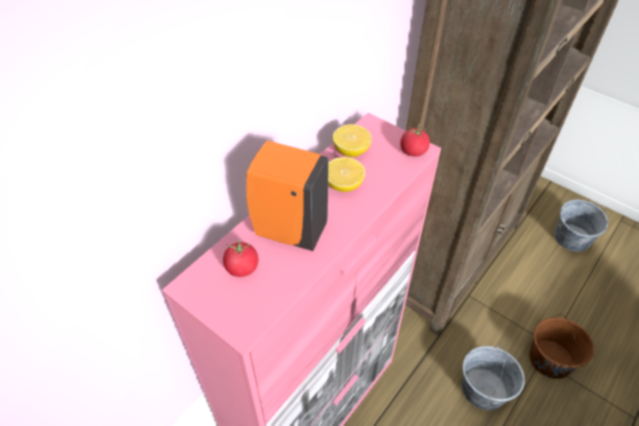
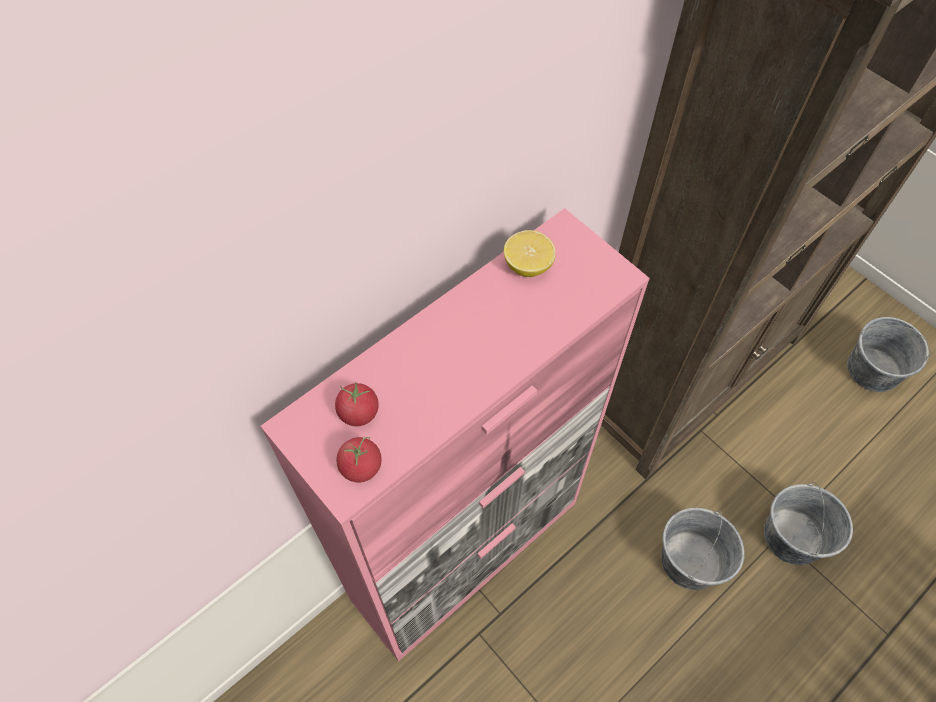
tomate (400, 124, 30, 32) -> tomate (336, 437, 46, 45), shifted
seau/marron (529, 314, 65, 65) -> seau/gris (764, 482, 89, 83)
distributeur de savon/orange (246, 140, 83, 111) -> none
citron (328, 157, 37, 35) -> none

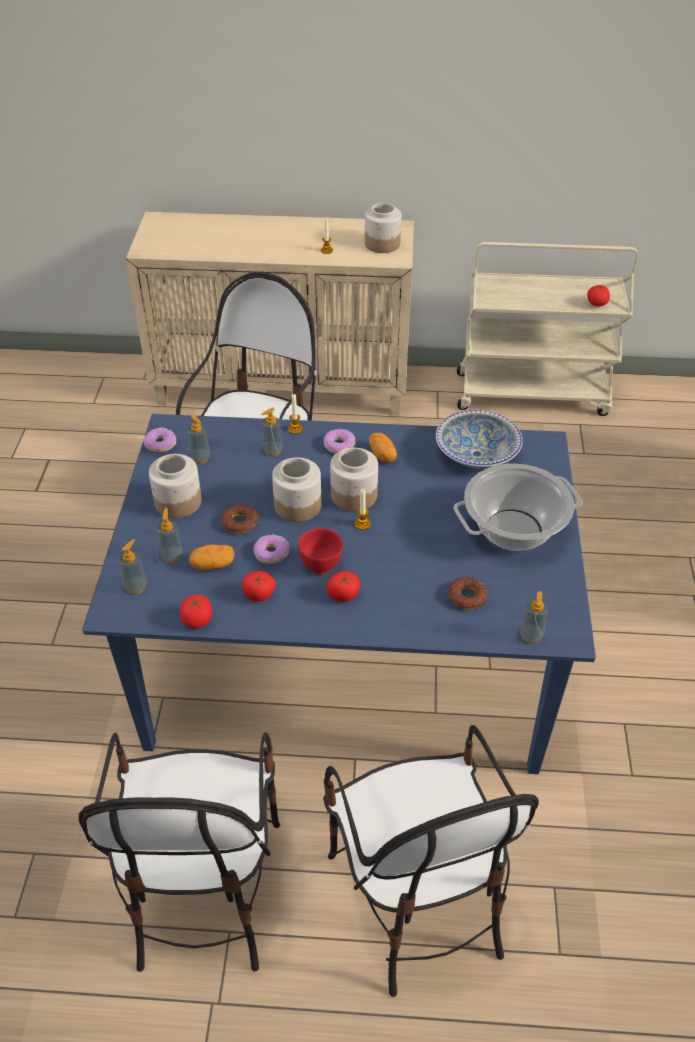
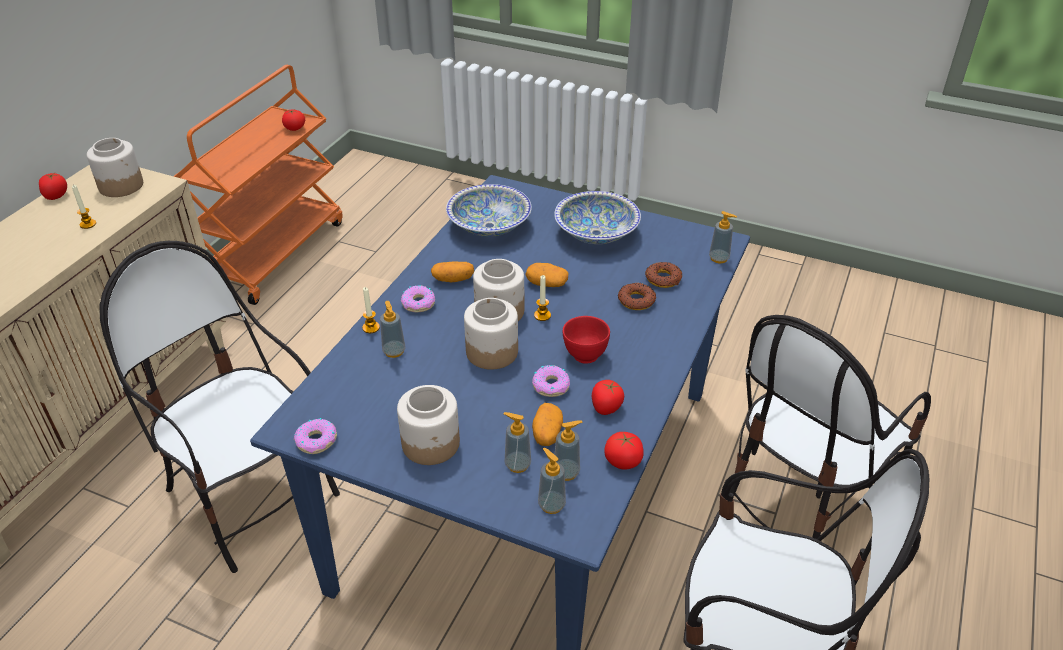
tomate (326, 571, 34, 31) -> tomate (39, 172, 28, 28), shifted
chariot/beige (457, 242, 181, 174) -> chariot/orange (174, 65, 169, 240)
none -> pomme de terre (525, 263, 43, 24)
marmite (453, 464, 130, 87) -> bol (554, 191, 87, 53)
distributeur de savon (188, 415, 22, 49) -> distributeur de savon (555, 420, 27, 61), shifted
beignet (221, 504, 38, 29) -> beignet (618, 282, 38, 28), shifted
chaise (323, 725, 216, 272) -> chaise (729, 315, 202, 224), 135 degrees clockwise

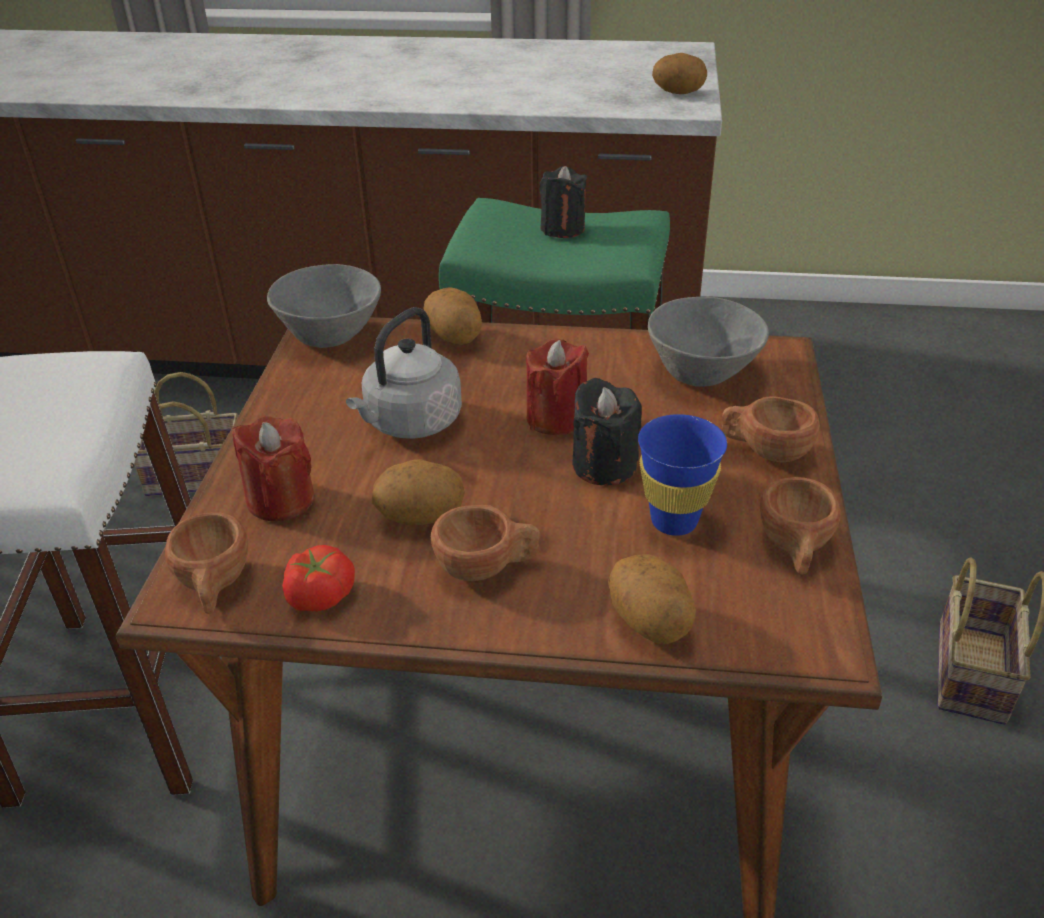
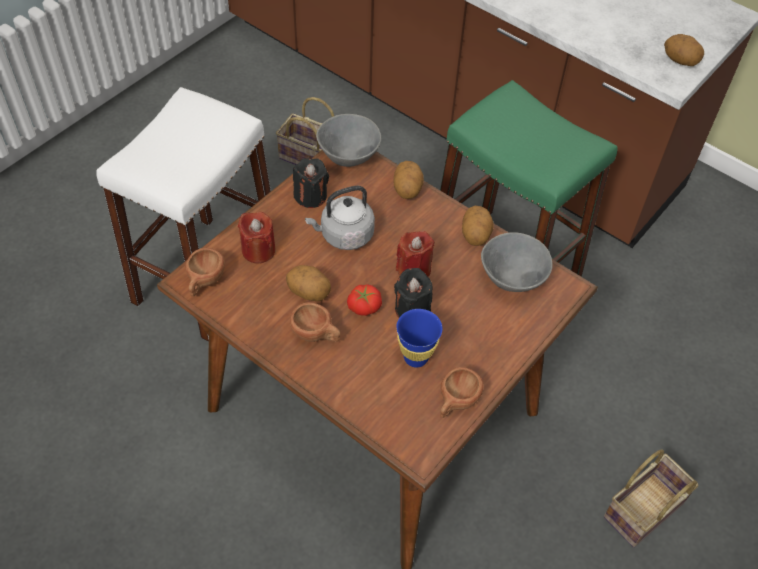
bougie/noir (540, 166, 47, 72) -> bougie/noir (293, 158, 36, 50), shifted
tomate (282, 545, 73, 66) -> tomate (347, 284, 35, 32), shifted
pomme de terre (608, 554, 88, 90) -> pomme de terre (462, 206, 31, 40), shifted
tasse/marron (722, 396, 98, 66) -> none

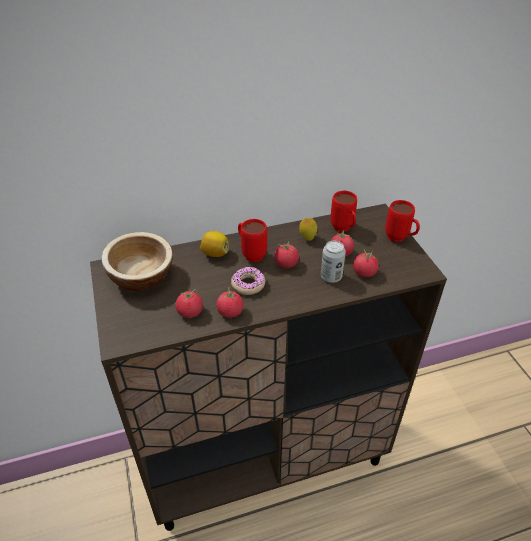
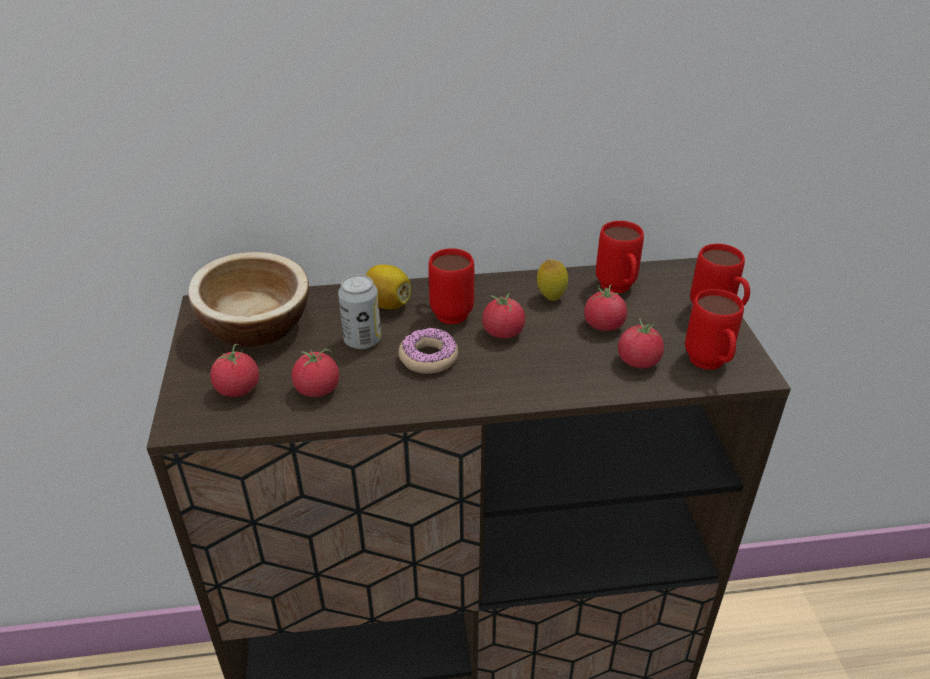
tomate (216, 287, 27, 31) -> tomate (210, 344, 49, 53), shifted
boîte métallique (321, 241, 25, 42) -> boîte métallique (338, 274, 43, 75), shifted
none -> mug/rouge (685, 289, 59, 81)

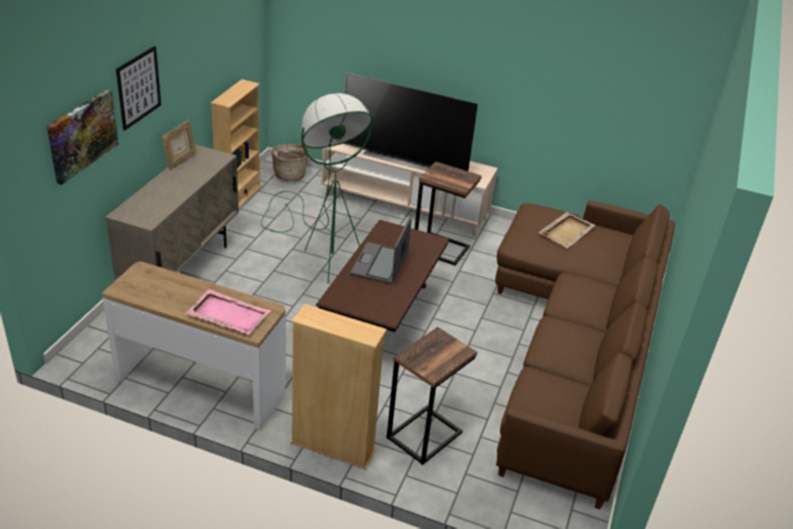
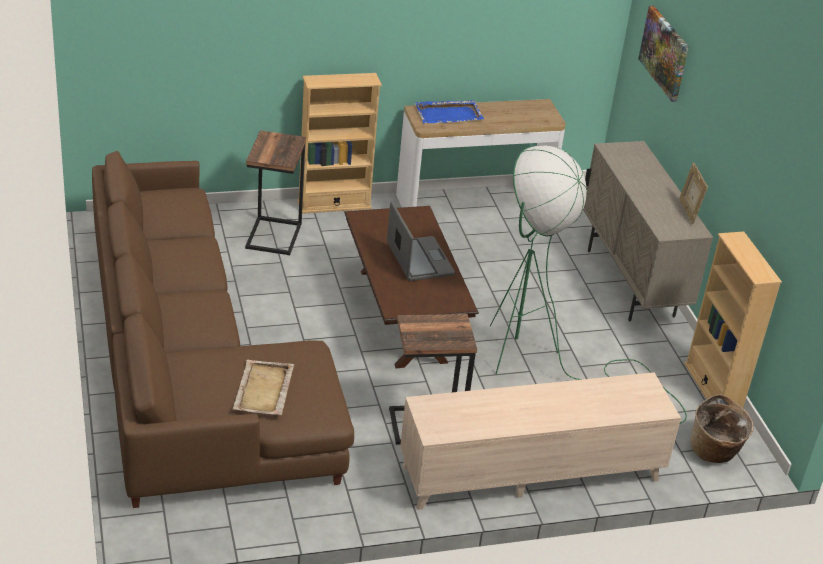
plateau/rose (185, 289, 86, 46) -> plateau/bleu (415, 100, 69, 23)
tableau (116, 46, 45, 85) -> none
téléviseur (343, 72, 135, 99) -> none

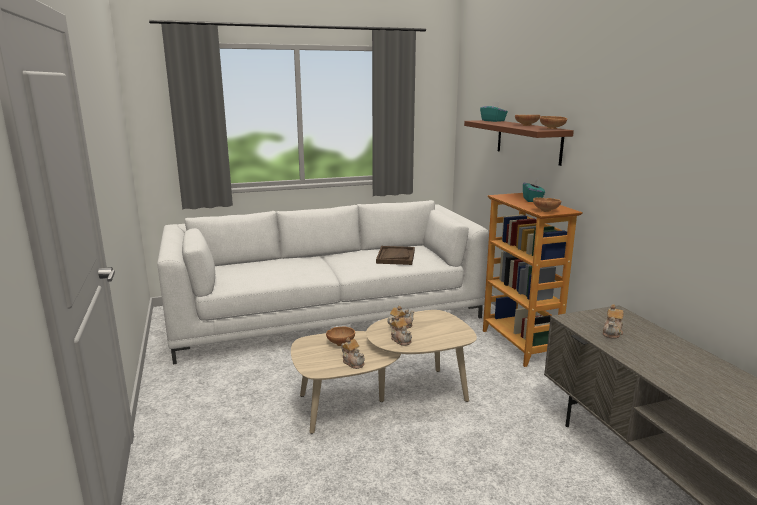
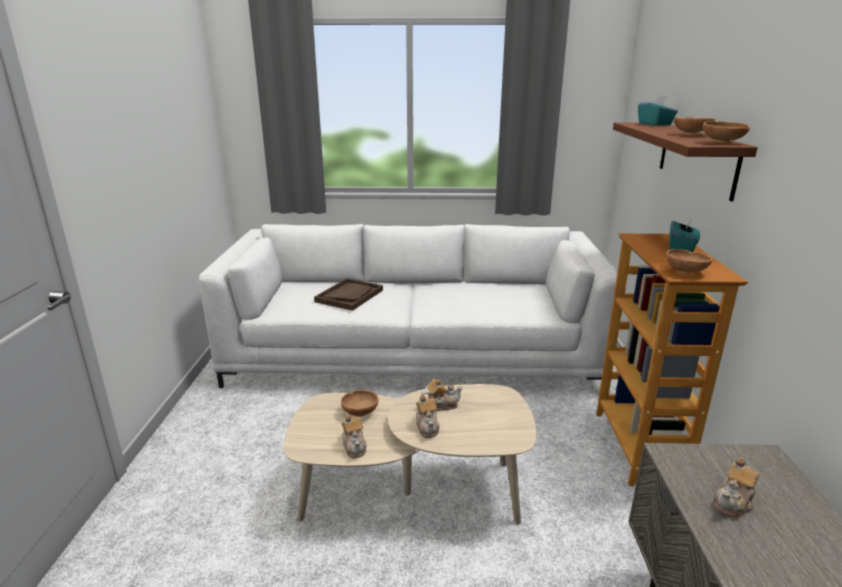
plateau/marron (376, 246, 39, 19) -> plateau/marron (314, 278, 69, 33), shifted

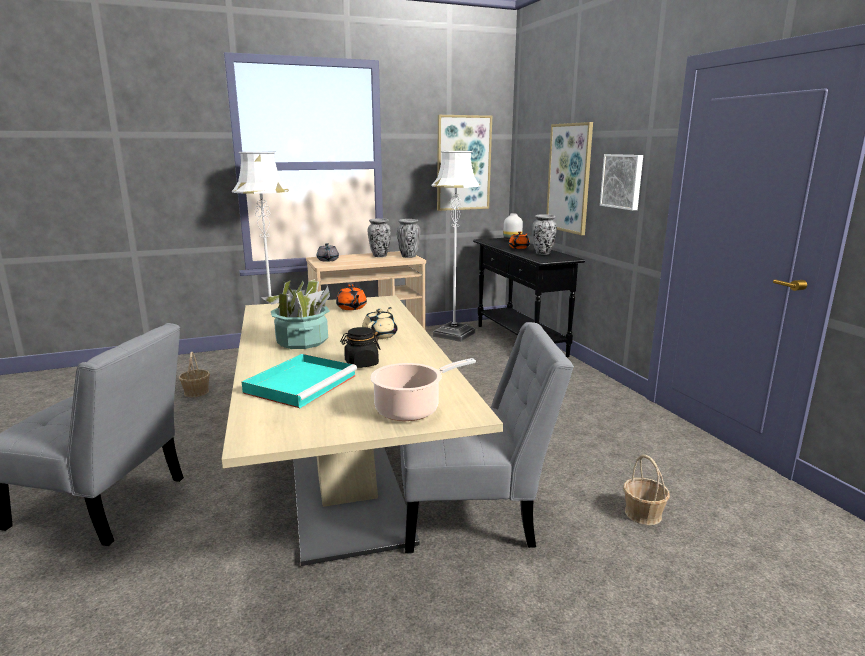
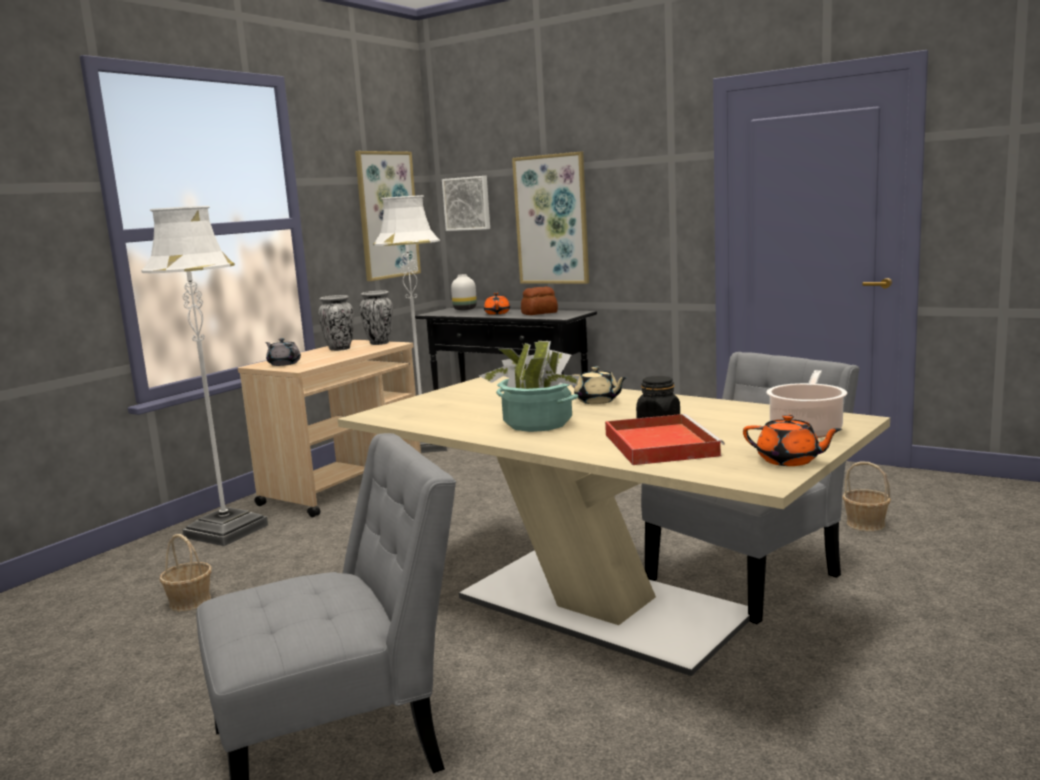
tableau (600, 154, 43, 56) -> tableau (442, 176, 48, 55), shifted
vase (532, 214, 25, 41) -> pain (521, 286, 37, 29)
théière/beige (362, 307, 36, 33) -> théière/beige (572, 367, 55, 37), 150 degrees clockwise
plateau/turquoise (242, 354, 115, 54) -> plateau/rouge (605, 414, 120, 51)
théière/orange (336, 284, 31, 26) -> théière/orange (743, 414, 99, 52), shifted

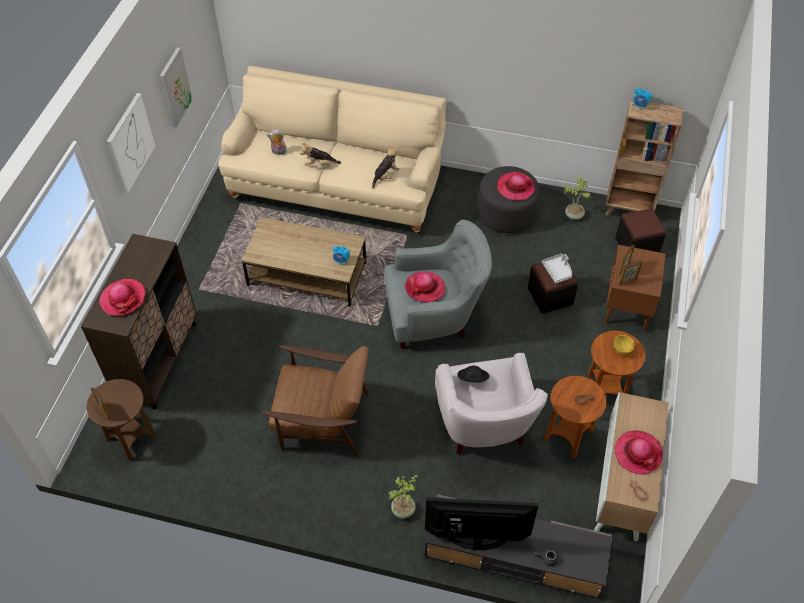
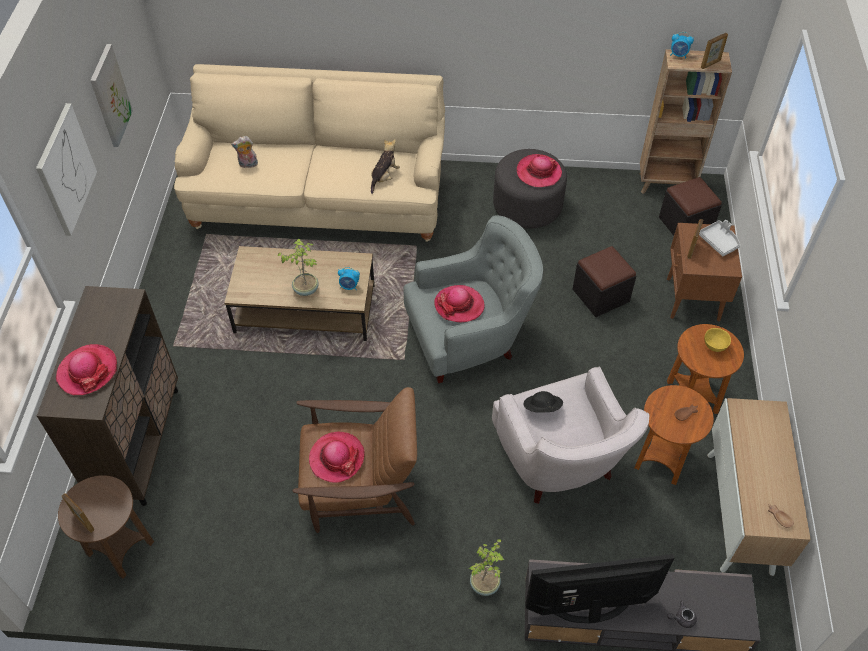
plante en pot (562, 177, 29, 43) -> plante en pot (277, 239, 42, 57), shifted
chapeau (614, 430, 49, 45) -> chapeau (309, 432, 56, 51), shifted
plateau/gris (542, 254, 30, 29) -> plateau/gris (699, 220, 41, 36), shifted
cadre photo (618, 260, 25, 26) -> cadre photo (701, 33, 27, 36), shifted
peluche (300, 143, 41, 23) -> none

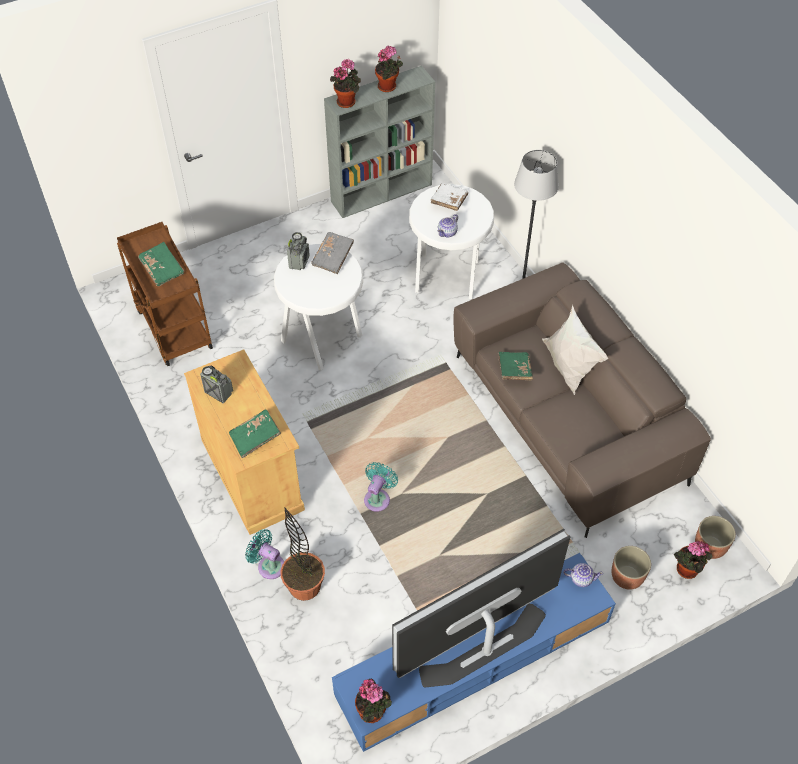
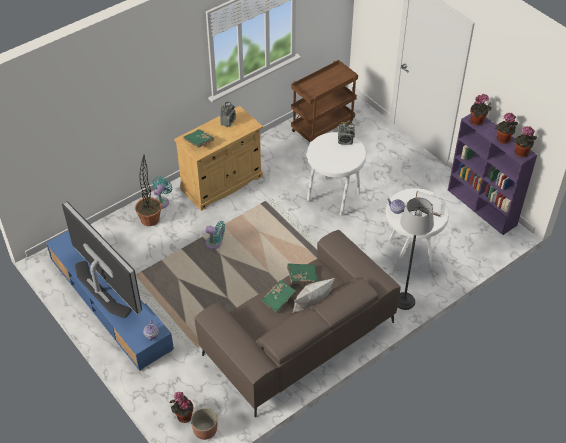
livre/vert (138, 242, 46, 45) -> livre/vert (262, 280, 34, 33), shifted
bibliothèque/gris (324, 66, 111, 152) -> bibliothèque/violet (448, 114, 89, 121)
plante en pot (355, 679, 37, 44) -> plante en pot (513, 126, 24, 31), shifted
livre/gris (311, 232, 43, 42) -> none
cache-pot (612, 546, 39, 43) -> none

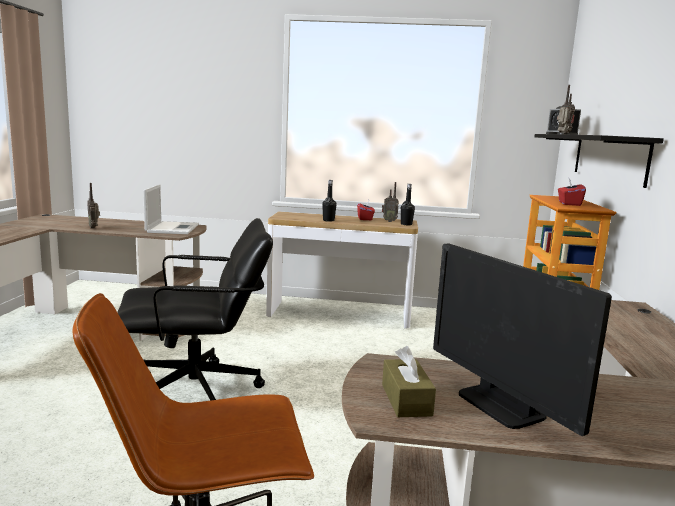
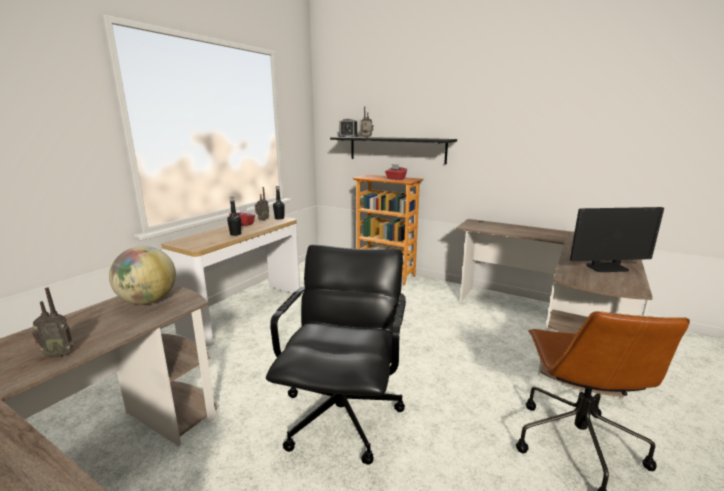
ordinateur portable (143, 184, 56, 50) -> globe (109, 246, 67, 59)
boîte à mouchoirs/marron (382, 346, 54, 71) -> none

